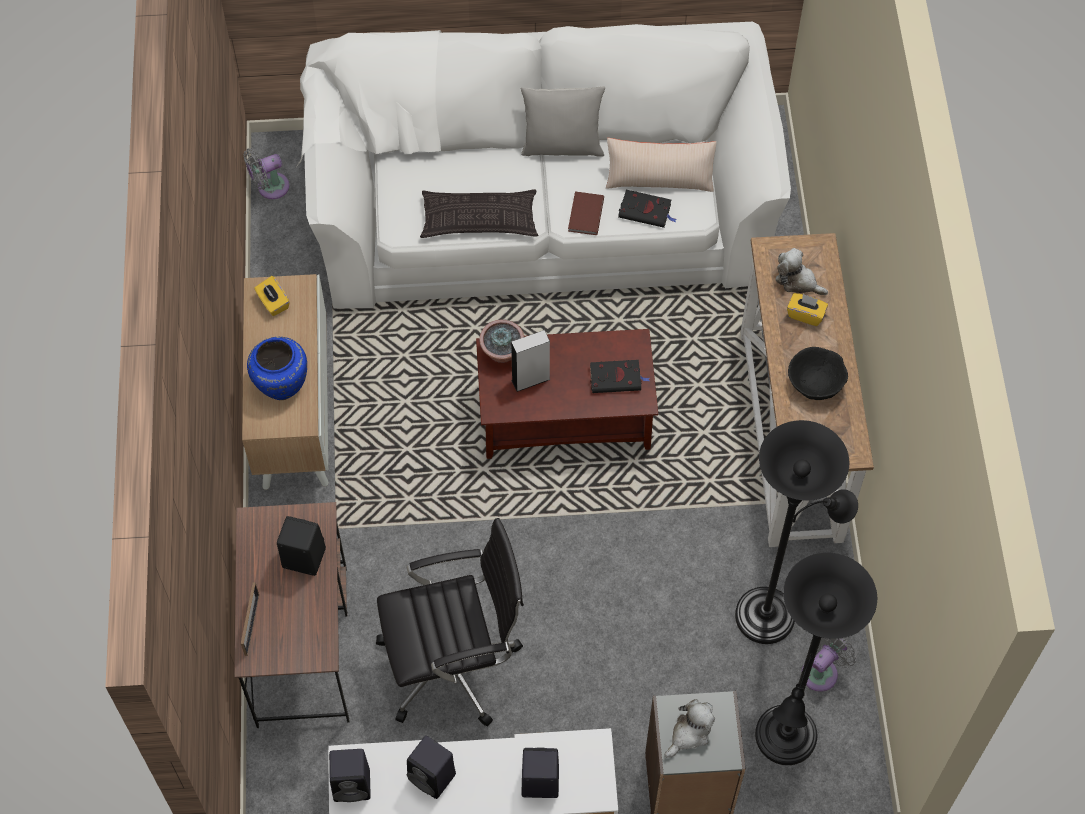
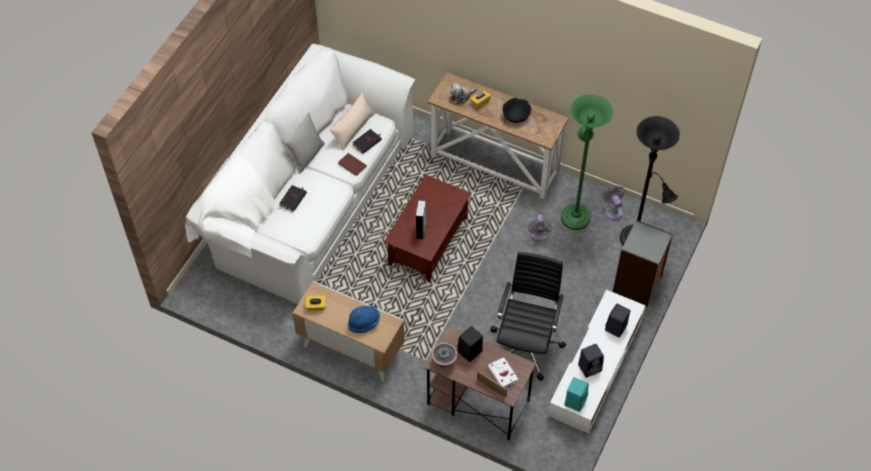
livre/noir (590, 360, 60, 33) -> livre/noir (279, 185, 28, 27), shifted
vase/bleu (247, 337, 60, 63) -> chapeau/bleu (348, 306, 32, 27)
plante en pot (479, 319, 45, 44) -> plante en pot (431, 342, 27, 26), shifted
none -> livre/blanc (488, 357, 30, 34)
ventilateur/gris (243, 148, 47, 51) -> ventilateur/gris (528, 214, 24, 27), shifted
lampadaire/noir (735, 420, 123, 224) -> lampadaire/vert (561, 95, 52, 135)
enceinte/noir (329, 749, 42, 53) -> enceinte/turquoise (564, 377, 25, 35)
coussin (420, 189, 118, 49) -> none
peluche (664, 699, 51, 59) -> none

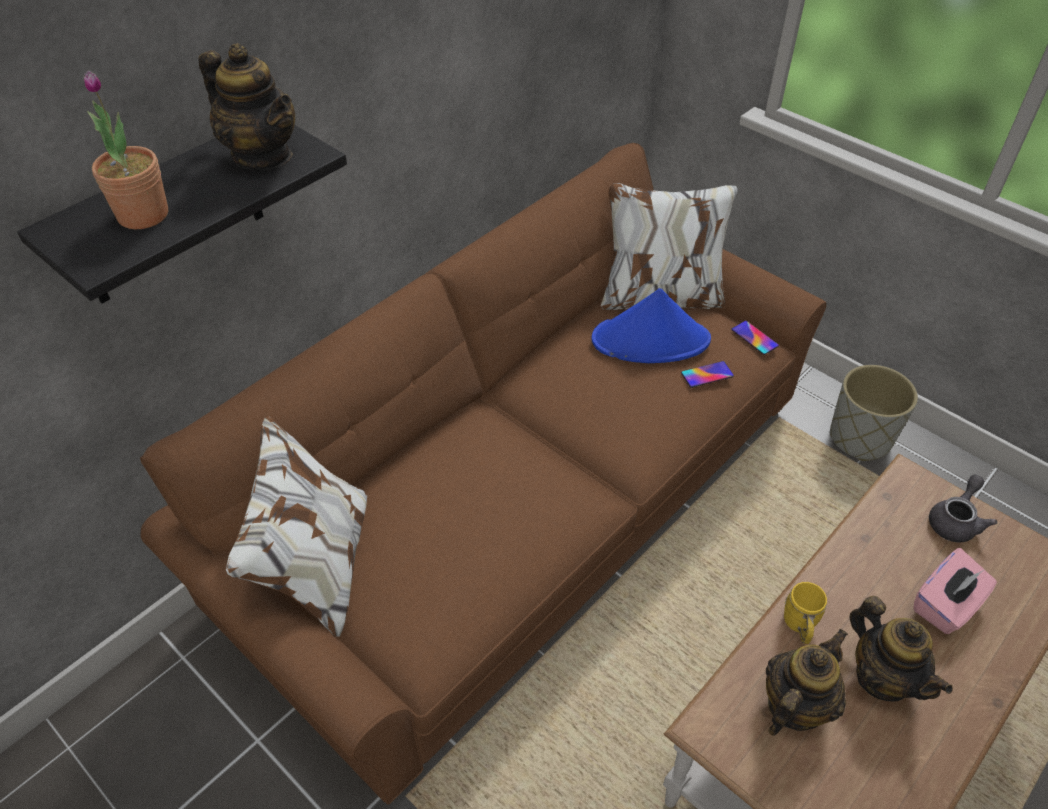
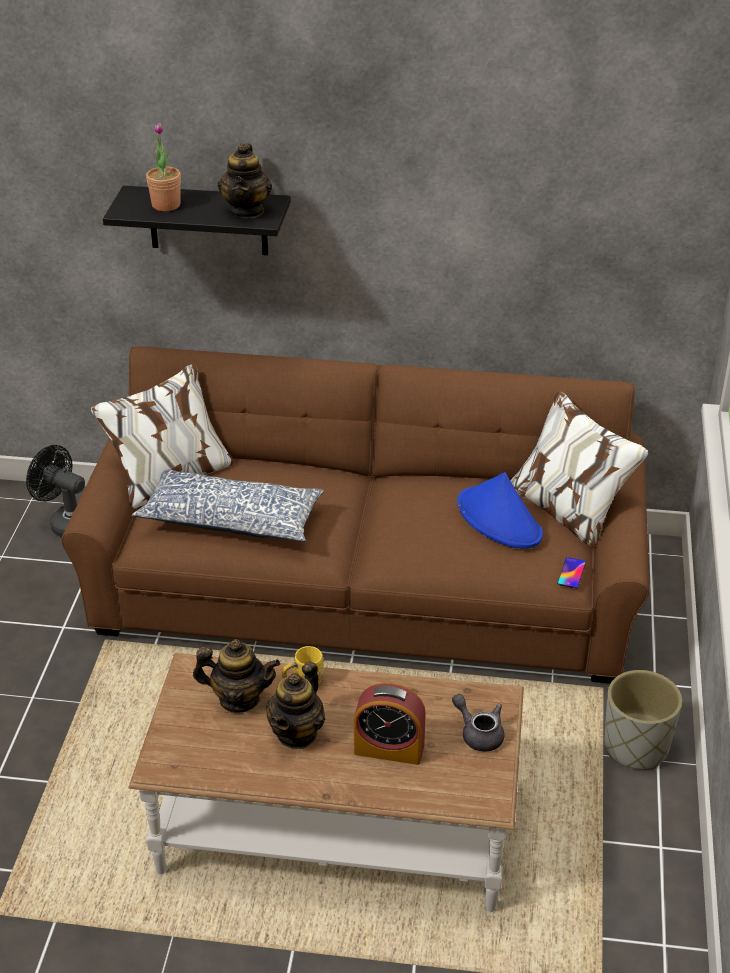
none -> ventilateur/noir (26, 445, 59, 92)
none -> coussin (132, 469, 192, 73)
boîte à mouchoirs/rose (913, 548, 84, 86) -> réveil (354, 683, 72, 82)
théière/gris (929, 474, 68, 68) -> théière/gris (452, 694, 52, 58), 135 degrees counterclockwise
téléphone (681, 361, 53, 27) -> none

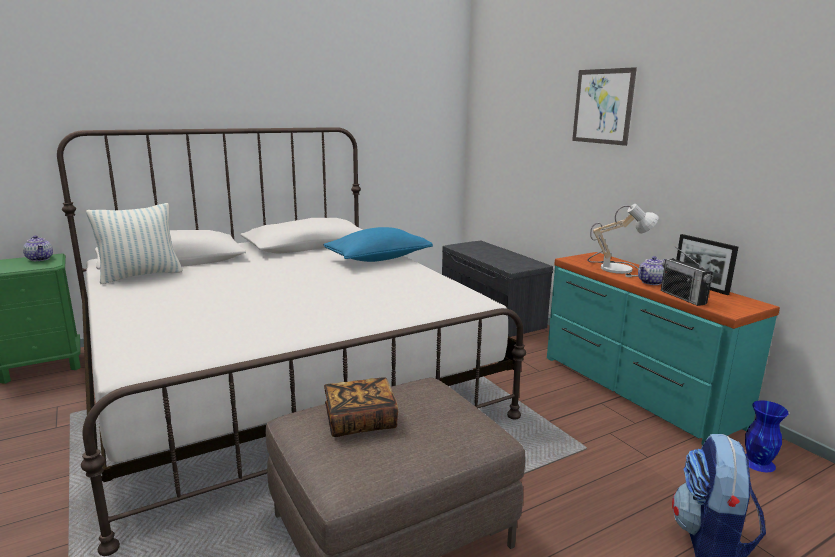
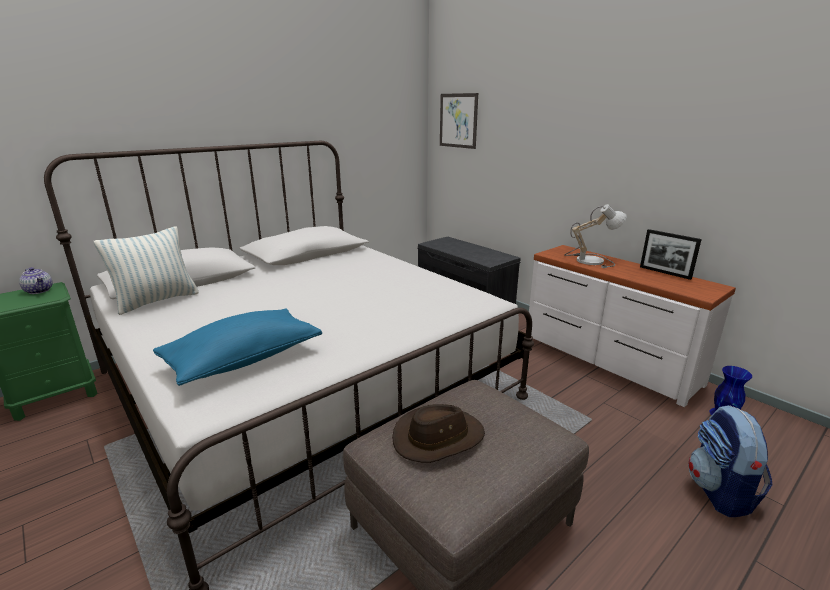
coussin/bleu (323, 227, 110, 35) -> coussin/bleu (153, 309, 169, 77), shifted
livre (324, 377, 74, 60) -> chapeau/marron (392, 404, 93, 59)
tableau (572, 67, 65, 79) -> tableau (440, 93, 38, 56), shifted
commode/turquoise (547, 252, 233, 193) -> commode/blanc (529, 245, 207, 162)
théière (638, 256, 27, 29) -> none
radio (661, 246, 52, 60) -> none

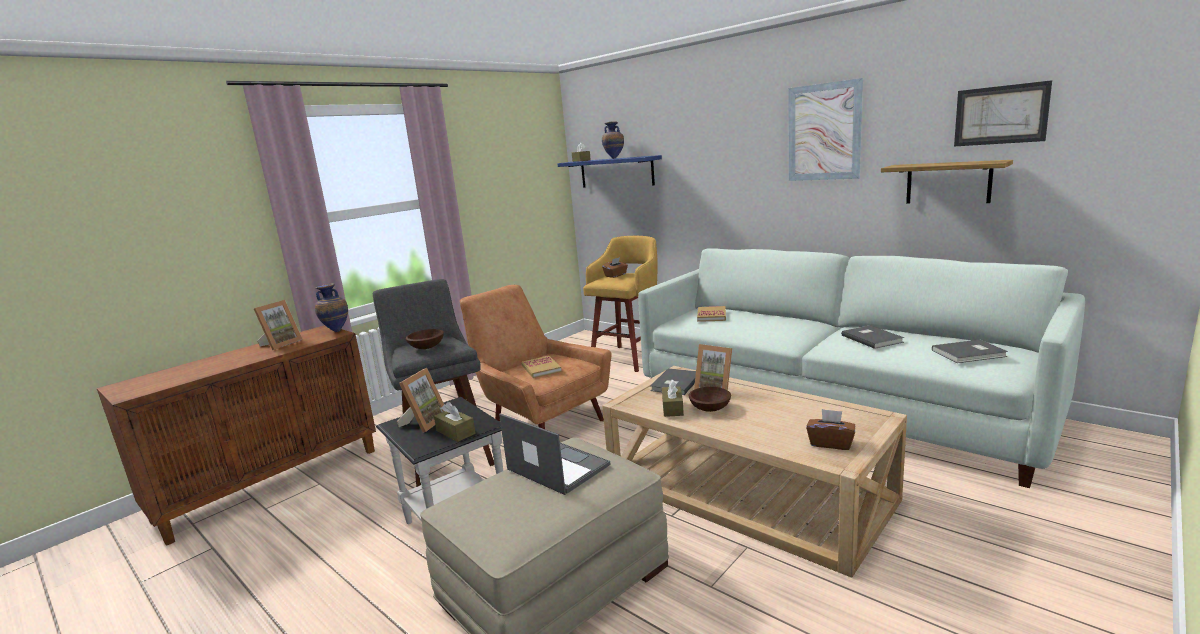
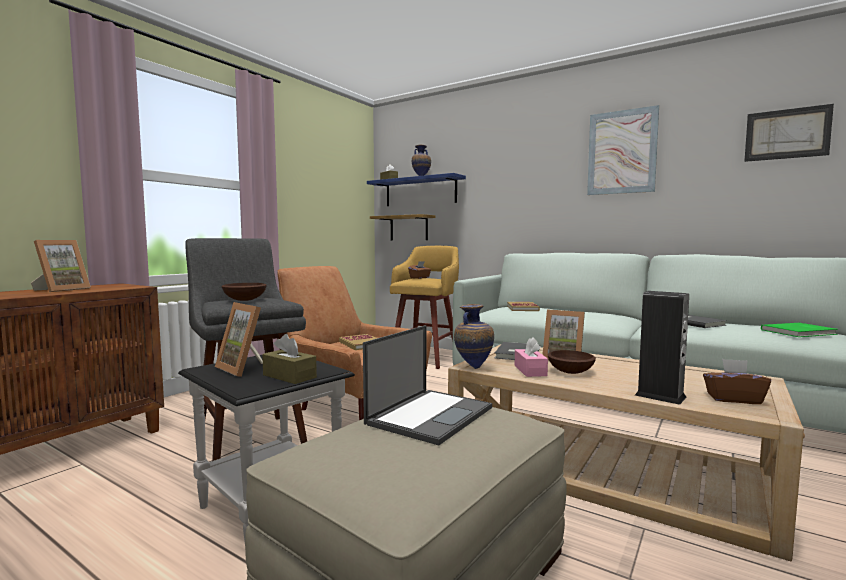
cadre photo (397, 368, 47, 65) -> cadre photo (215, 302, 48, 75), 120 degrees clockwise
ordinateur portable (499, 413, 112, 82) -> ordinateur portable (363, 325, 129, 120), 90 degrees clockwise
étagère (881, 160, 132, 44) -> étagère (370, 214, 66, 26), shifted
vase (315, 283, 33, 49) -> vase (454, 304, 40, 65), shifted
boîte à mouchoirs/marron (662, 380, 22, 37) -> boîte à mouchoirs/rose (515, 337, 33, 40)
none -> enceinte (635, 291, 54, 114)
livre/gris (932, 340, 76, 23) -> livre/vert (761, 323, 77, 14)

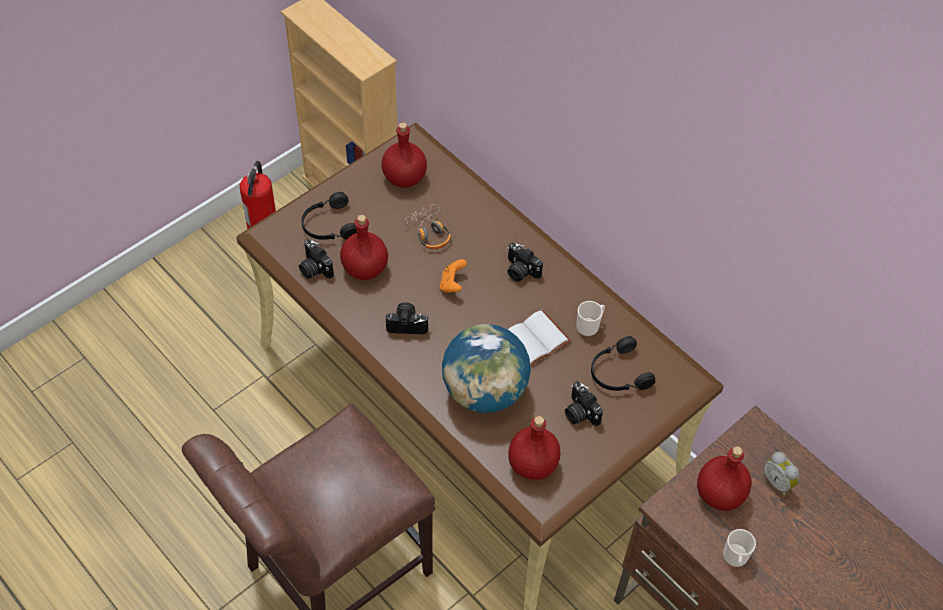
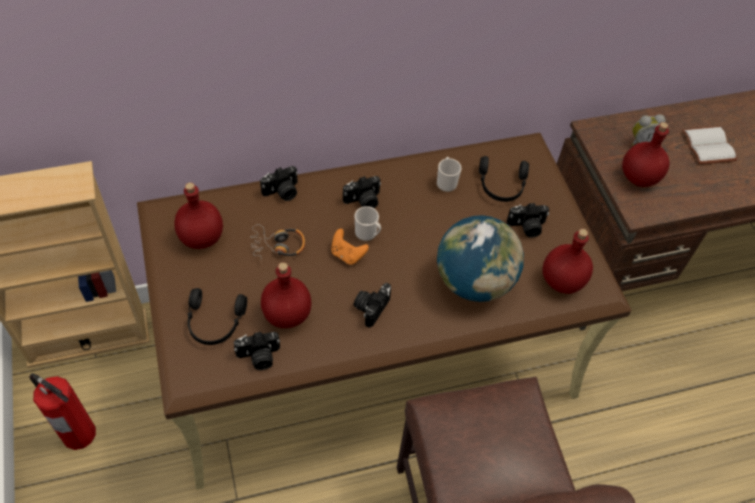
none -> appareil photo (260, 166, 38, 35)
mug (723, 529, 33, 38) -> mug (355, 206, 26, 35), shifted
livre/blanc (508, 309, 63, 57) -> livre/blanc (682, 126, 55, 38), shifted

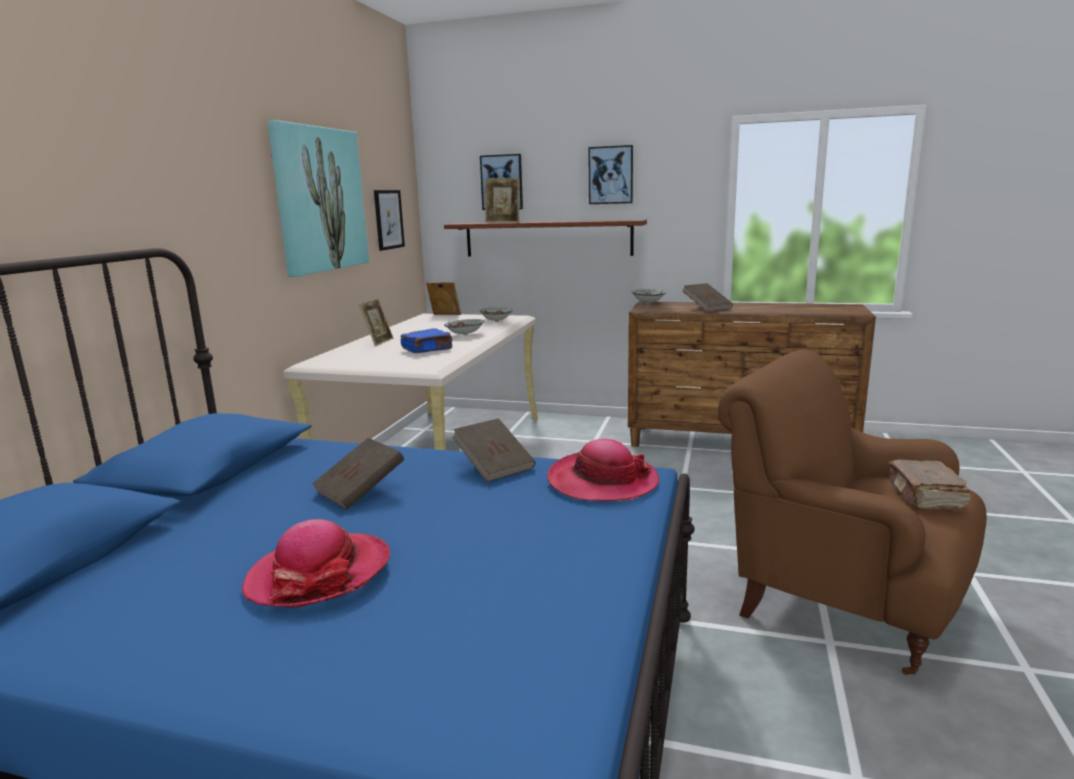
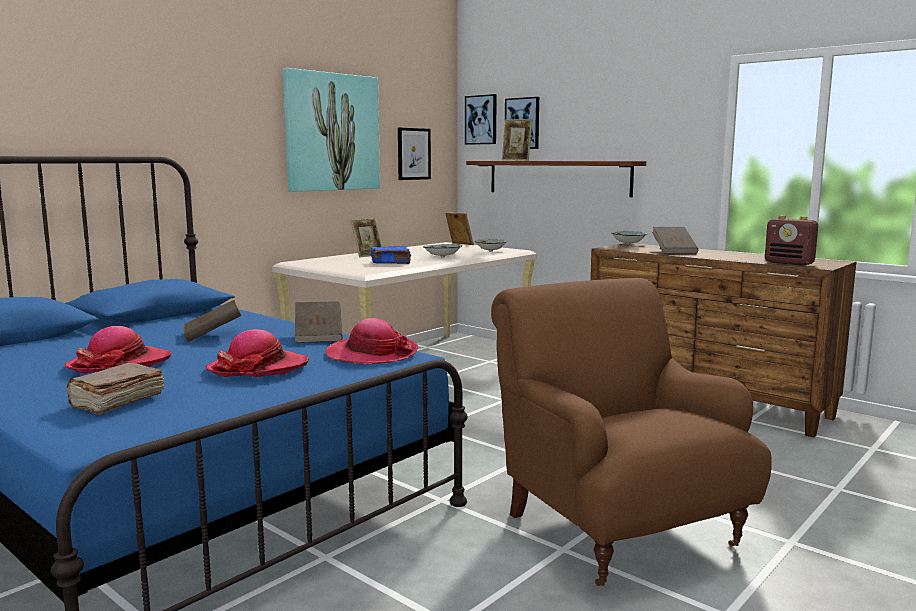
livre/marron (888, 459, 83, 52) -> livre/marron (66, 363, 98, 52), shifted
none -> chapeau (206, 329, 103, 48)
tableau (588, 145, 45, 59) -> tableau (465, 94, 32, 51), shifted
none -> radio (765, 215, 53, 51)

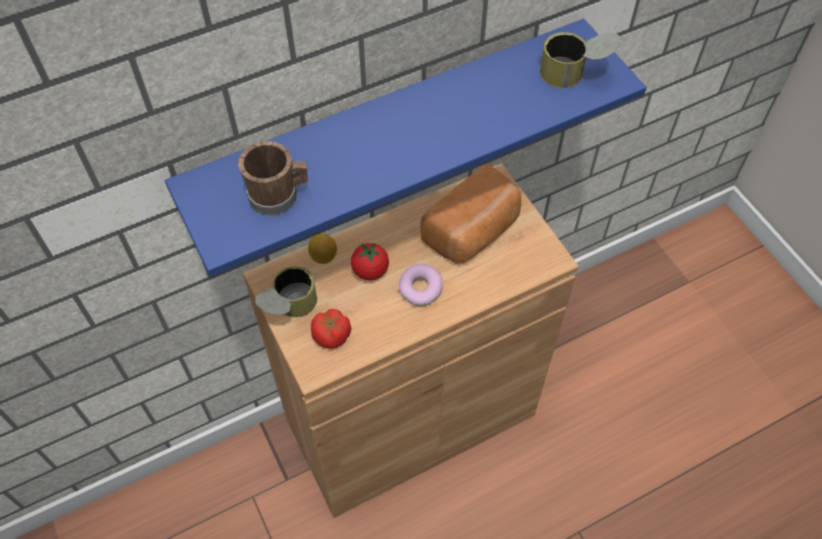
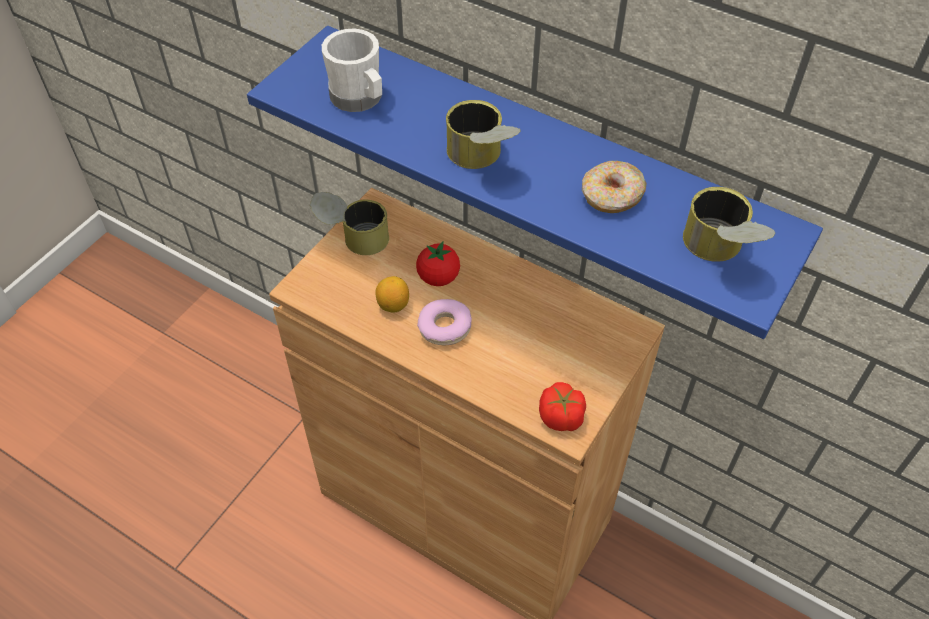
mug/marron (238, 141, 70, 74) -> mug/blanc (322, 28, 60, 84)
citron (308, 234, 29, 30) -> citron (375, 276, 34, 37), shifted
none -> boîte métallique (446, 100, 74, 69)
tomate (311, 309, 40, 40) -> tomate (539, 382, 47, 49), shifted
none -> beignet (582, 161, 64, 52)
pain (420, 164, 101, 100) -> none

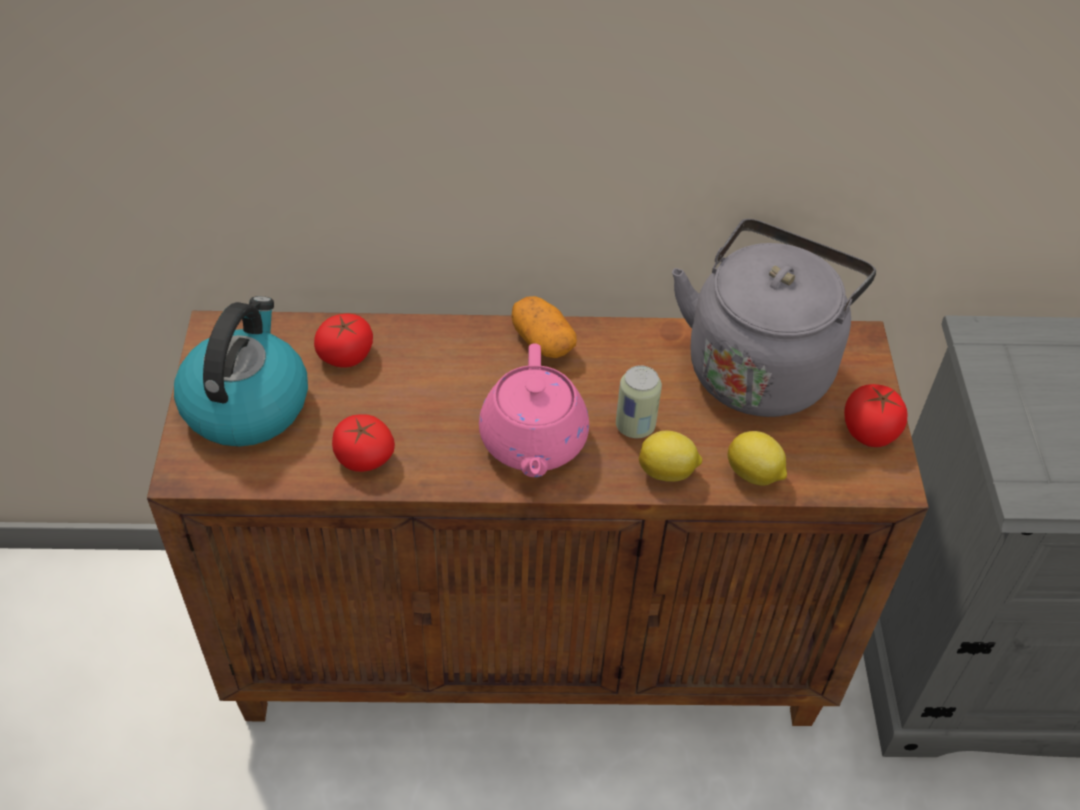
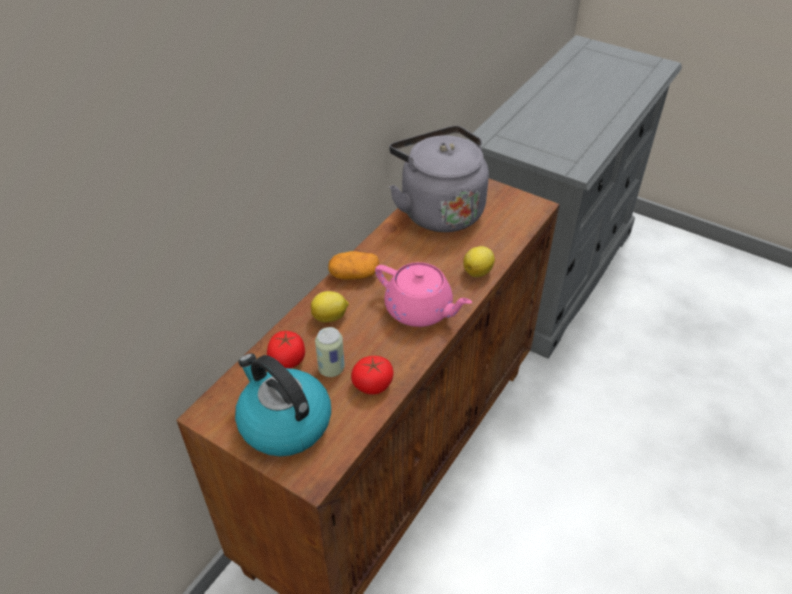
citron (728, 431, 59, 54) -> citron (311, 291, 38, 32), shifted
boîte métallique (616, 365, 46, 73) -> boîte métallique (315, 327, 30, 50), shifted
tomate (844, 384, 63, 63) -> none

